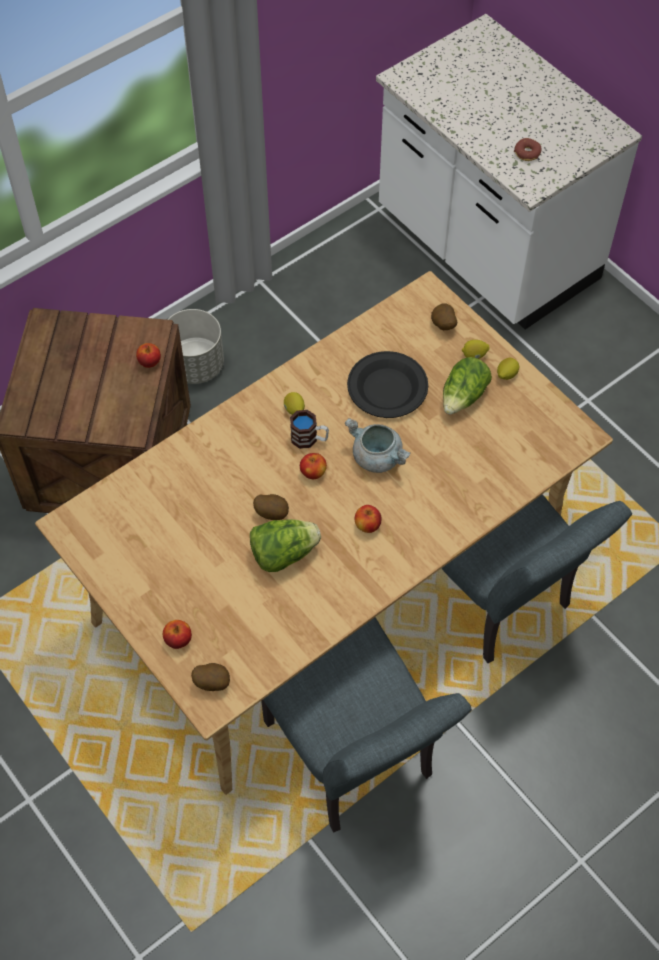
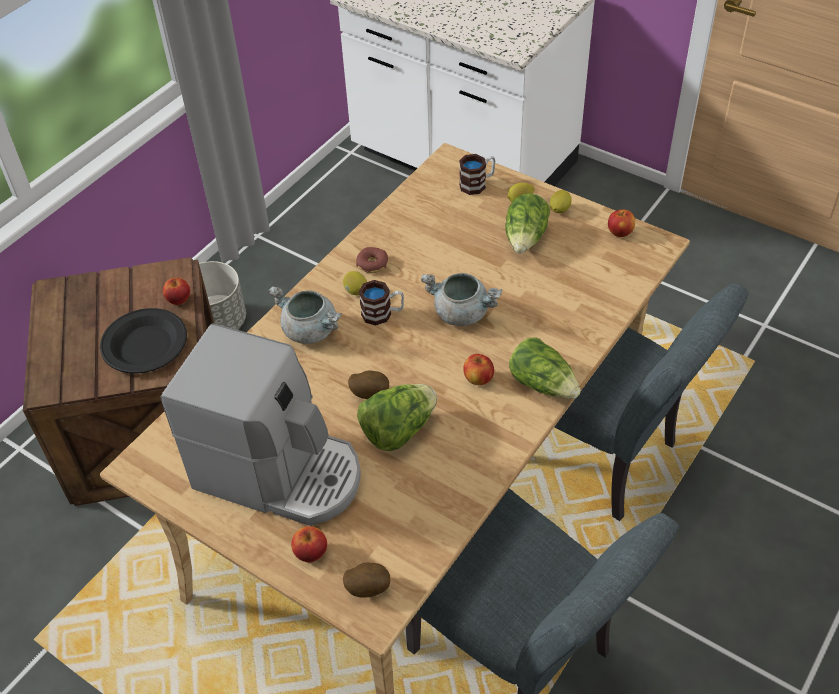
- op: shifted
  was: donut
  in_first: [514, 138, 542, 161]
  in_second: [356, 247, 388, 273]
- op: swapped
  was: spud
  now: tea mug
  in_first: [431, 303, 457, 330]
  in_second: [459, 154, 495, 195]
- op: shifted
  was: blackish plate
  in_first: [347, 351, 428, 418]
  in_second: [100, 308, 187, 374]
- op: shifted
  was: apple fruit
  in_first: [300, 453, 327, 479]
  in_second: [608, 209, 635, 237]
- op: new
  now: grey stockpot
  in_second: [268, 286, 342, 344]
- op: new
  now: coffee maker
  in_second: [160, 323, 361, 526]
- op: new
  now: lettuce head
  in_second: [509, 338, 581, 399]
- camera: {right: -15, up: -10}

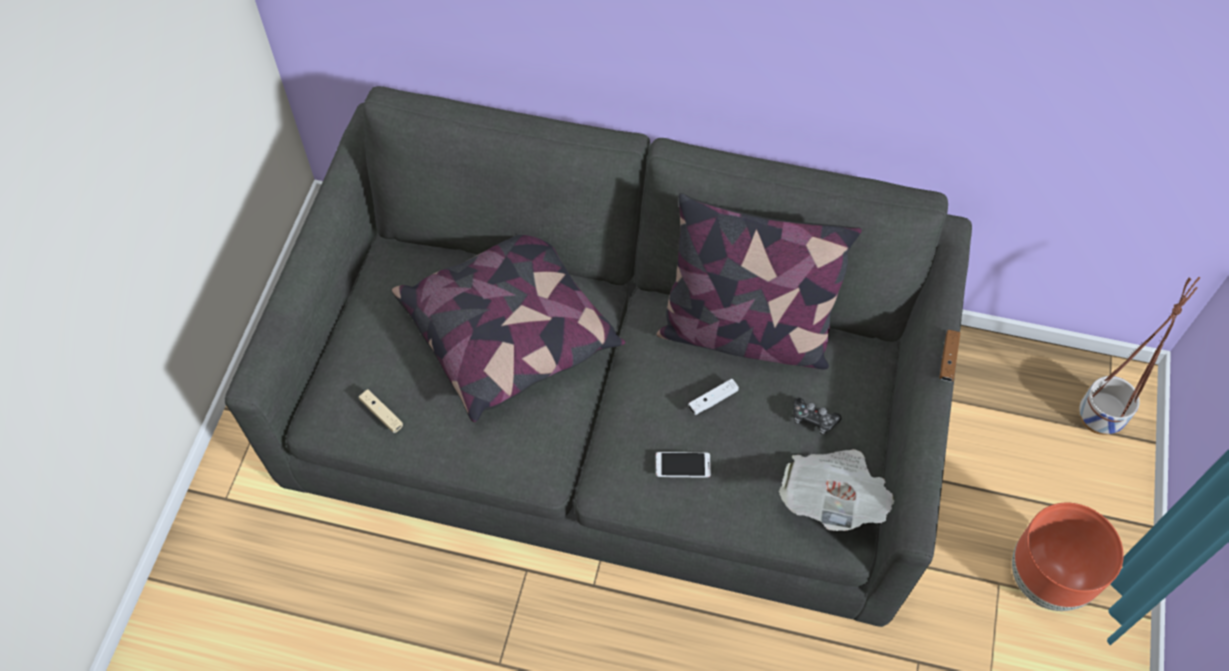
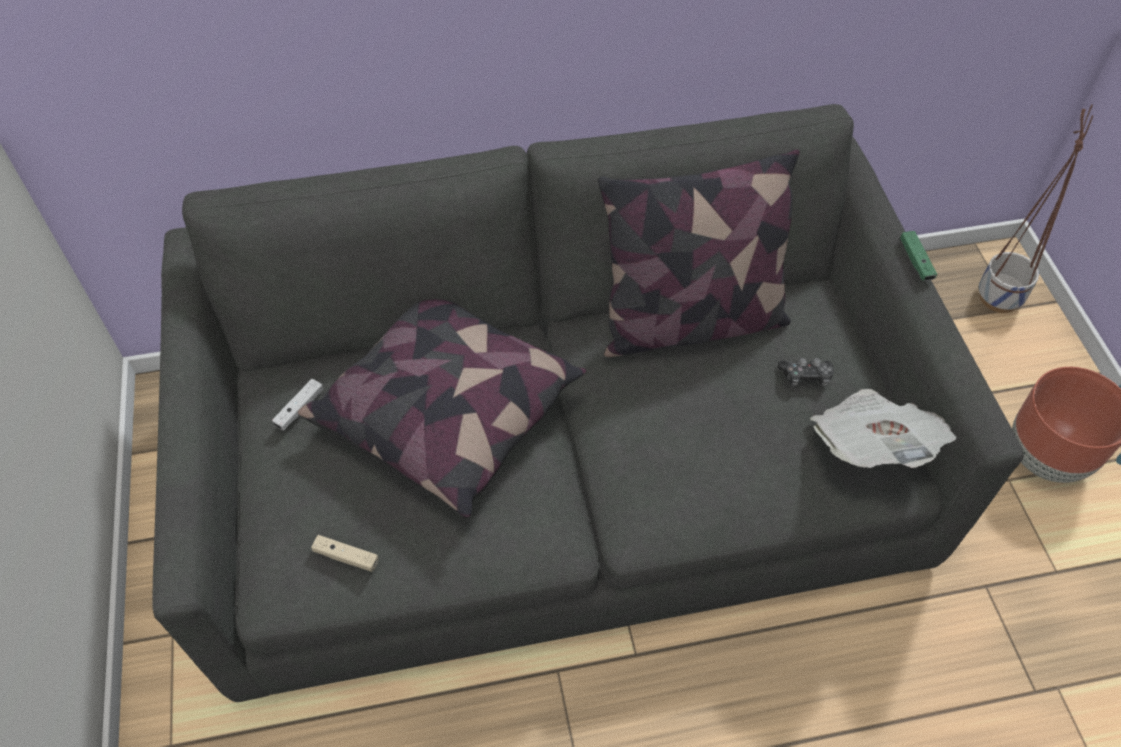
- op: repainted
  was: brown game controller
  now: green-coloured game controller
  in_first: [939, 330, 960, 381]
  in_second: [900, 231, 937, 281]
- op: shifted
  was: whitish game controller
  in_first: [688, 379, 739, 415]
  in_second: [272, 379, 323, 430]
- op: gone
  was: phone
  in_first: [656, 452, 711, 478]
- camera: {right: -25, up: -5}

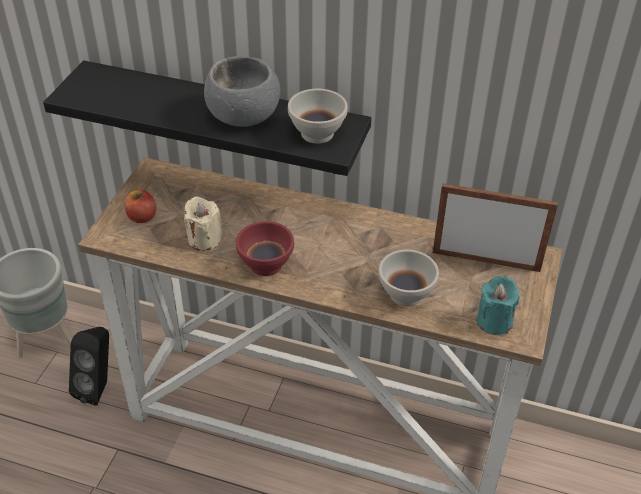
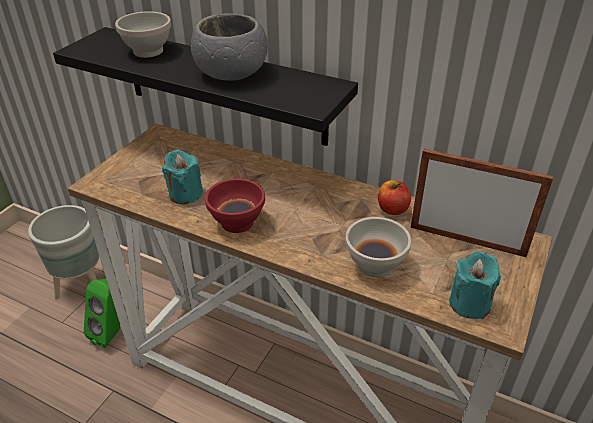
- op: shifted
  was: whitish serving bowl
  in_first: [288, 89, 348, 144]
  in_second: [115, 11, 171, 58]
- op: shifted
  was: apple fruit
  in_first: [124, 190, 156, 223]
  in_second: [378, 180, 411, 215]
- op: repainted
  was: beige wax candle
  now: turquoise wax candle
  in_first: [184, 196, 222, 251]
  in_second: [162, 149, 203, 204]
- op: repainted
  was: blackish loudspeaker
  now: green-coloured loudspeaker
  in_first: [69, 327, 109, 406]
  in_second: [84, 279, 120, 348]
- camera: {right: 10, up: -5}

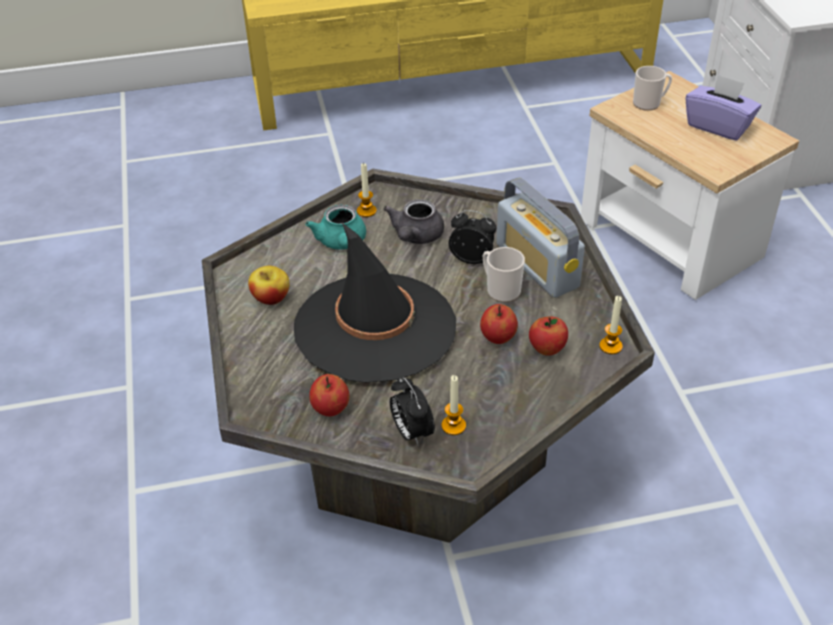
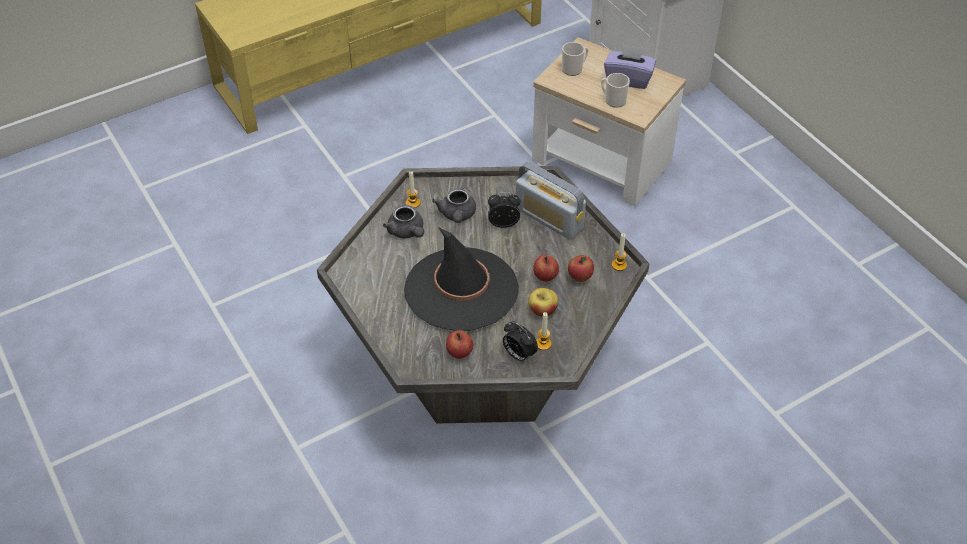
- op: repainted
  was: turquoise tea pot
  now: grey tea pot
  in_first: [305, 205, 366, 250]
  in_second: [383, 204, 424, 239]
- op: shifted
  was: tea mug
  in_first: [483, 247, 525, 303]
  in_second: [601, 73, 630, 108]
- op: shifted
  was: apple fruit
  in_first: [248, 266, 290, 305]
  in_second: [528, 288, 558, 317]
- camera: {right: -20, up: 5}

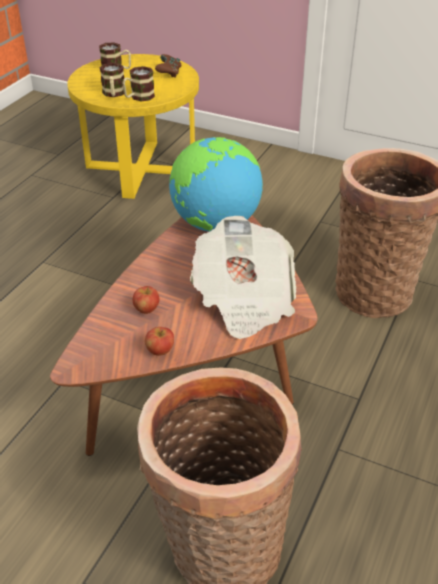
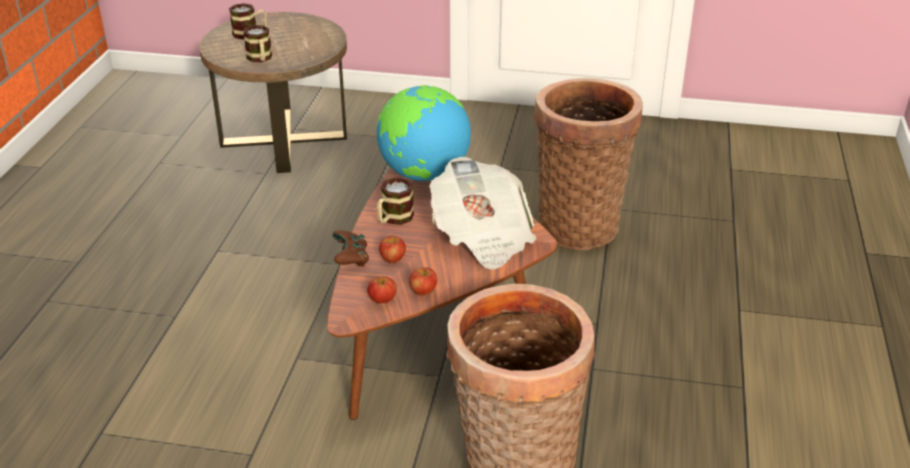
- op: repainted
  was: yellow-coloured accent table
  now: brown accent table
  in_first: [68, 54, 199, 199]
  in_second: [199, 12, 347, 173]
- op: shifted
  was: brown game controller
  in_first: [155, 54, 181, 78]
  in_second: [332, 230, 369, 267]
- op: shifted
  was: tea mug
  in_first: [122, 66, 155, 101]
  in_second: [377, 178, 414, 225]
- op: new
  now: apple fruit
  in_second: [367, 276, 397, 304]
- camera: {right: -15, up: -5}

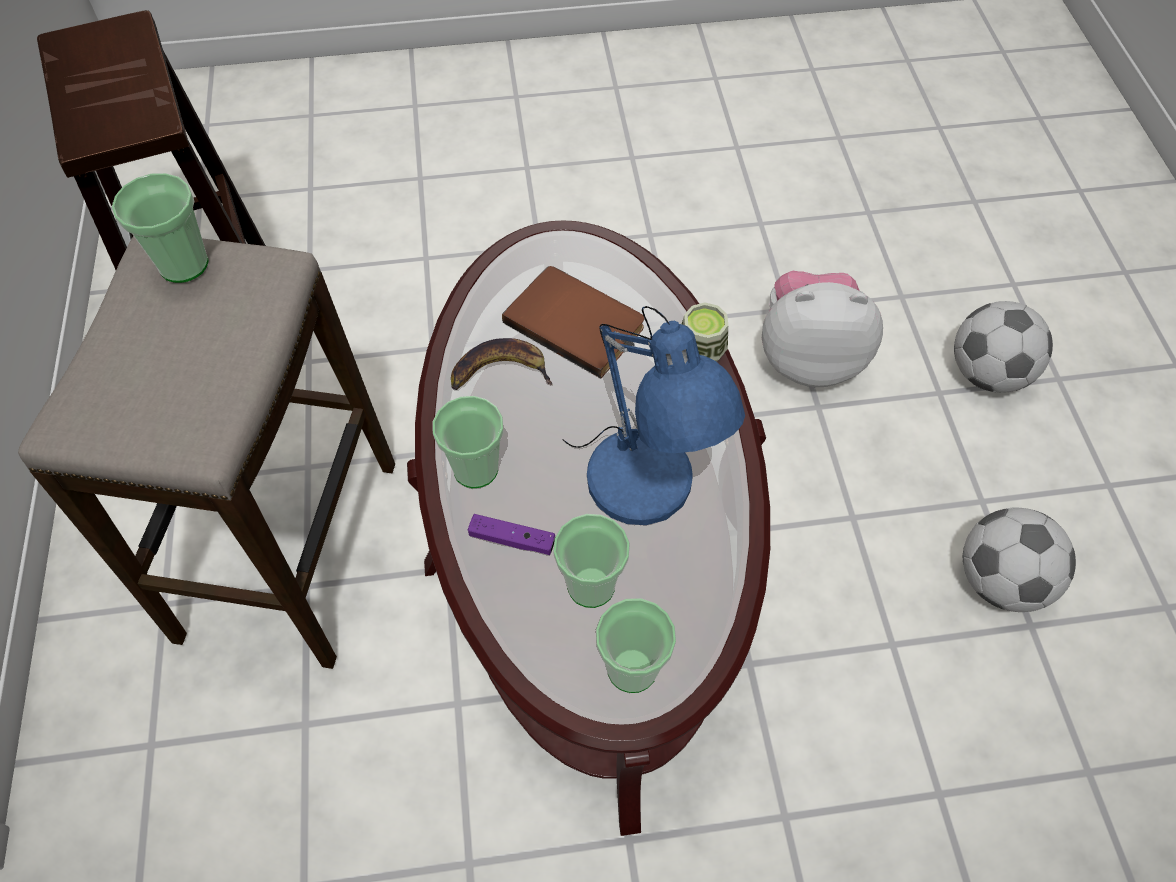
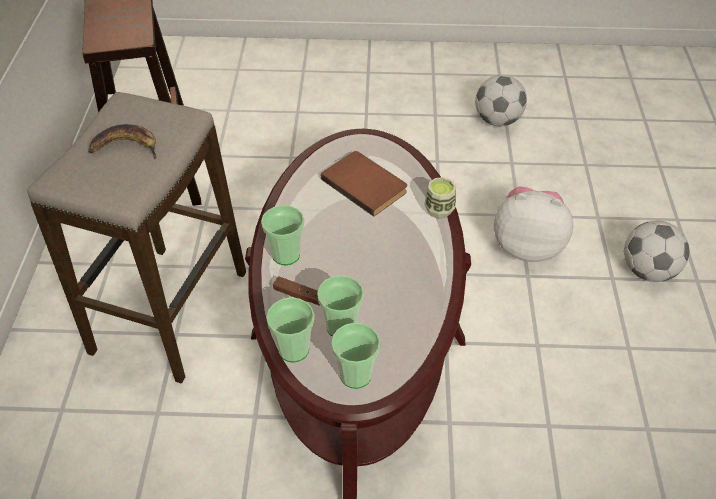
- op: shifted
  was: cup
  in_first: [112, 173, 209, 283]
  in_second: [266, 297, 314, 362]
- op: gone
  was: bluish lamp for a table
  in_first: [563, 306, 745, 525]
- op: shifted
  was: banana fruit
  in_first: [451, 338, 553, 390]
  in_second: [88, 124, 157, 159]
- op: shifted
  was: ball for football
  in_first: [963, 507, 1076, 612]
  in_second: [475, 75, 527, 126]
- op: repainted
  was: purple game controller
  now: brown game controller
  in_first: [468, 514, 555, 555]
  in_second: [273, 277, 320, 306]
- camera: {right: 10, up: -10}

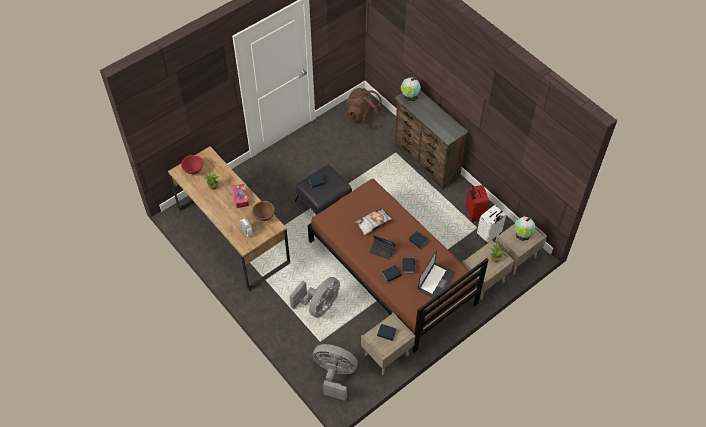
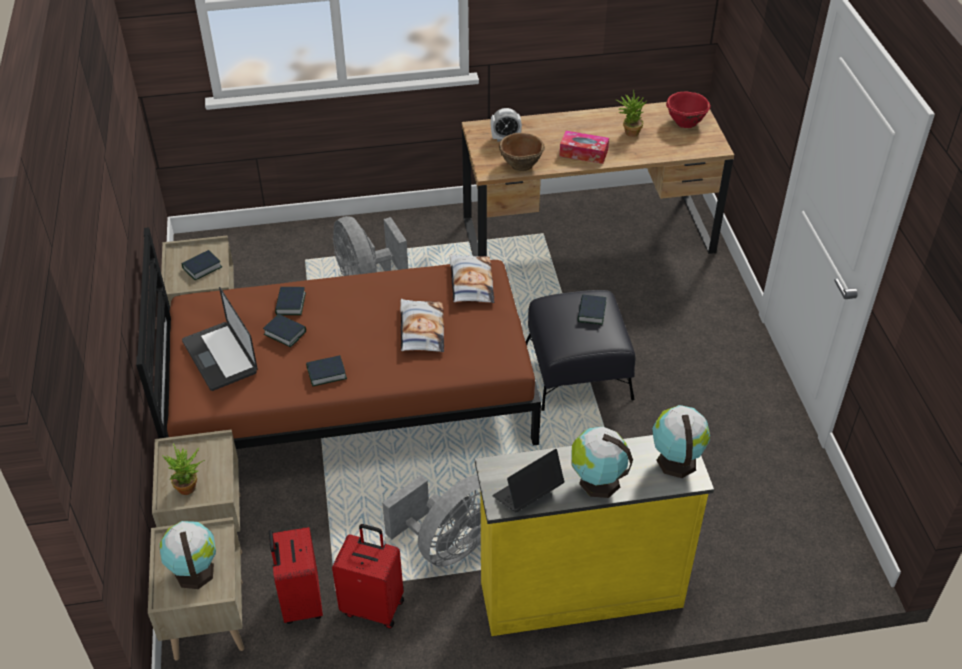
- op: gone
  was: brown rucksack
  in_first: [345, 88, 384, 129]
- op: repainted
  was: brown dresser
  now: yellow-coloured dresser
  in_first: [394, 90, 469, 189]
  in_second: [475, 435, 714, 636]
- op: repainted
  was: whitish travel case
  now: reddish travel case
  in_first: [477, 205, 506, 244]
  in_second: [269, 527, 323, 624]
- op: shifted
  was: portable computer
  in_first: [369, 235, 396, 260]
  in_second: [493, 449, 565, 512]
- op: shifted
  was: grey electric fan
  in_first: [313, 344, 357, 401]
  in_second: [382, 475, 481, 567]
- op: new
  now: cushion
  in_second: [450, 254, 494, 303]
- op: new
  now: world globe
  in_second: [571, 427, 633, 498]
- camera: {right: 120, up: -10}

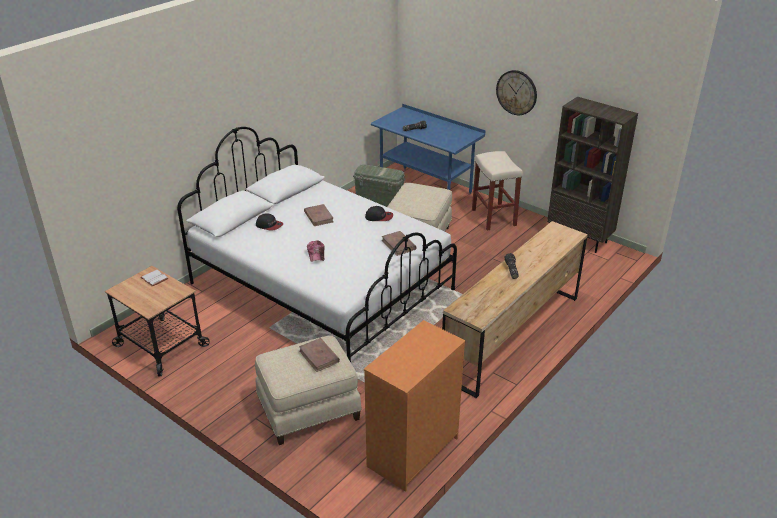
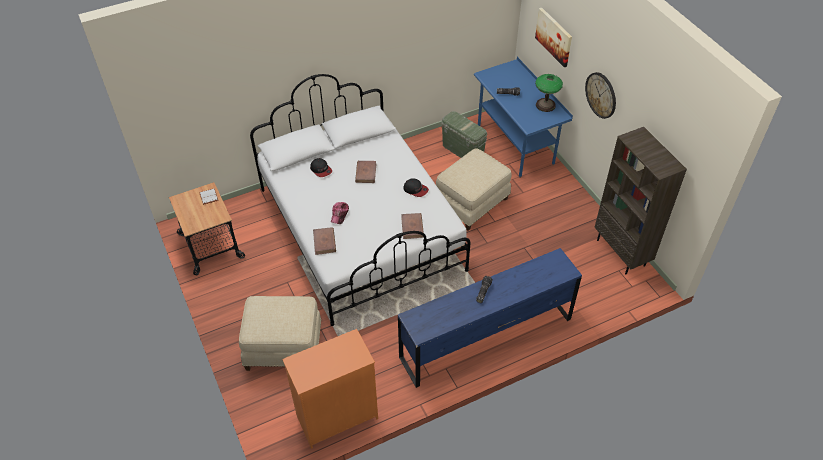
- op: gone
  was: beige stool
  in_first: [472, 151, 523, 231]
- op: repainted
  was: brown dresser
  now: bluish dresser
  in_first: [442, 221, 588, 398]
  in_second: [398, 248, 582, 388]
- op: shifted
  was: brown book
  in_first: [299, 338, 340, 372]
  in_second: [313, 227, 336, 255]
- op: new
  now: picture
  in_second: [535, 8, 572, 67]
- op: new
  now: lamp for a table
  in_second: [535, 74, 563, 112]
- camera: {right: 25, up: 15}

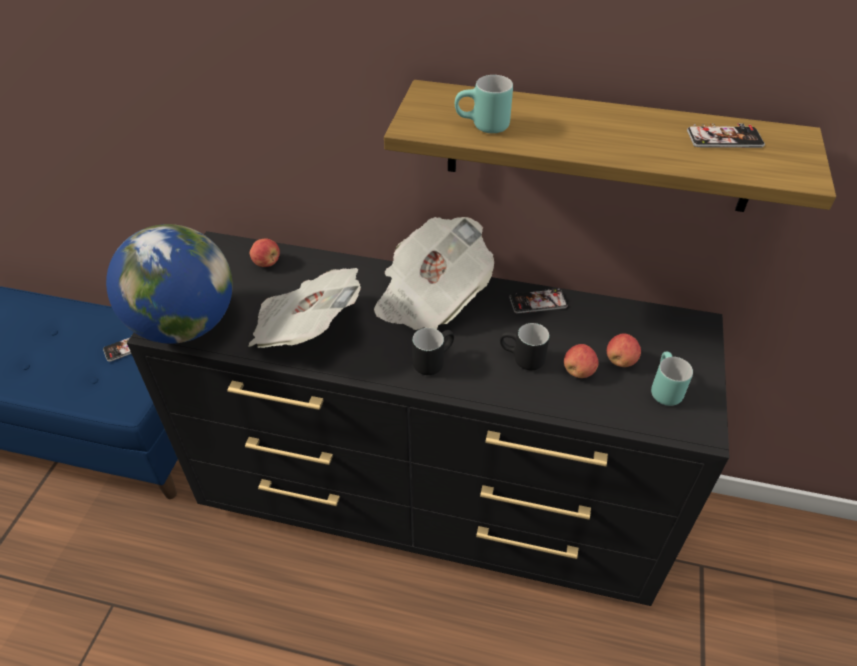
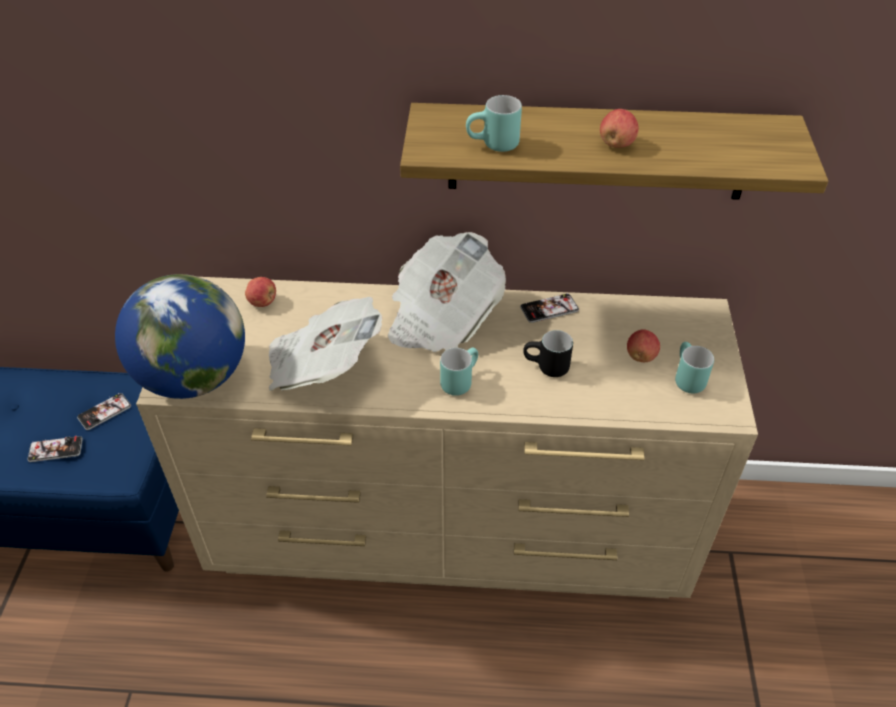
- op: shifted
  was: phone
  in_first: [687, 122, 765, 148]
  in_second: [27, 436, 83, 462]
- op: repainted
  was: blackish dresser
  now: beige dresser
  in_first: [127, 231, 729, 606]
  in_second: [136, 277, 758, 598]
- op: repainted
  was: blackish tea mug
  now: turquoise tea mug
  in_first: [412, 328, 454, 375]
  in_second: [440, 347, 478, 396]
- op: shifted
  was: apple fruit
  in_first: [564, 344, 599, 378]
  in_second: [600, 109, 639, 148]
- camera: {right: -10, up: 0}

